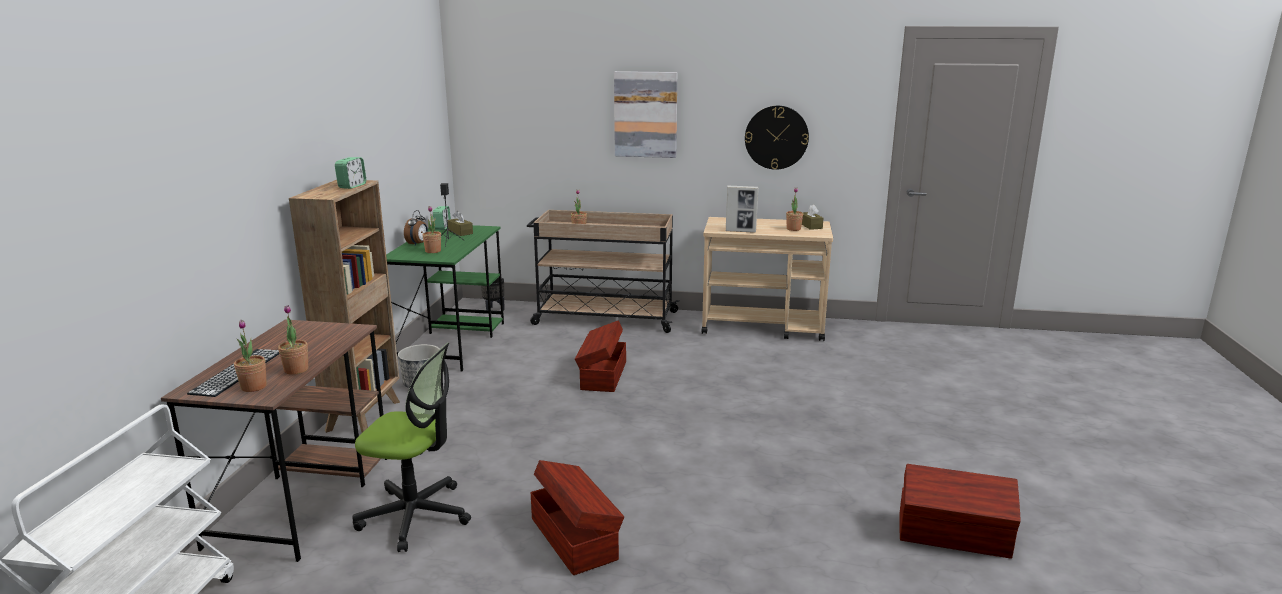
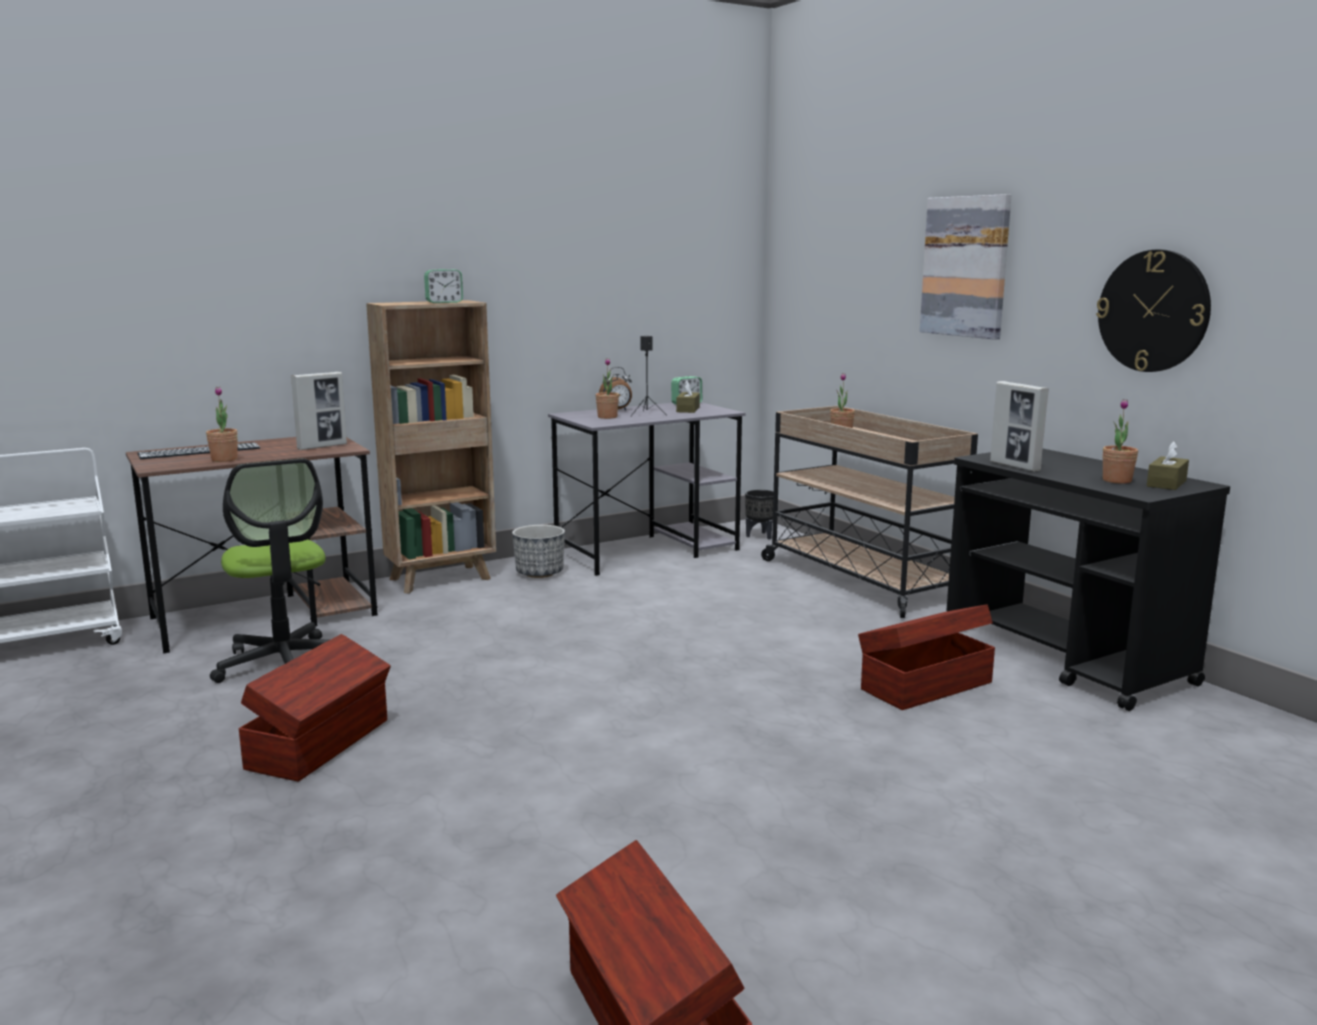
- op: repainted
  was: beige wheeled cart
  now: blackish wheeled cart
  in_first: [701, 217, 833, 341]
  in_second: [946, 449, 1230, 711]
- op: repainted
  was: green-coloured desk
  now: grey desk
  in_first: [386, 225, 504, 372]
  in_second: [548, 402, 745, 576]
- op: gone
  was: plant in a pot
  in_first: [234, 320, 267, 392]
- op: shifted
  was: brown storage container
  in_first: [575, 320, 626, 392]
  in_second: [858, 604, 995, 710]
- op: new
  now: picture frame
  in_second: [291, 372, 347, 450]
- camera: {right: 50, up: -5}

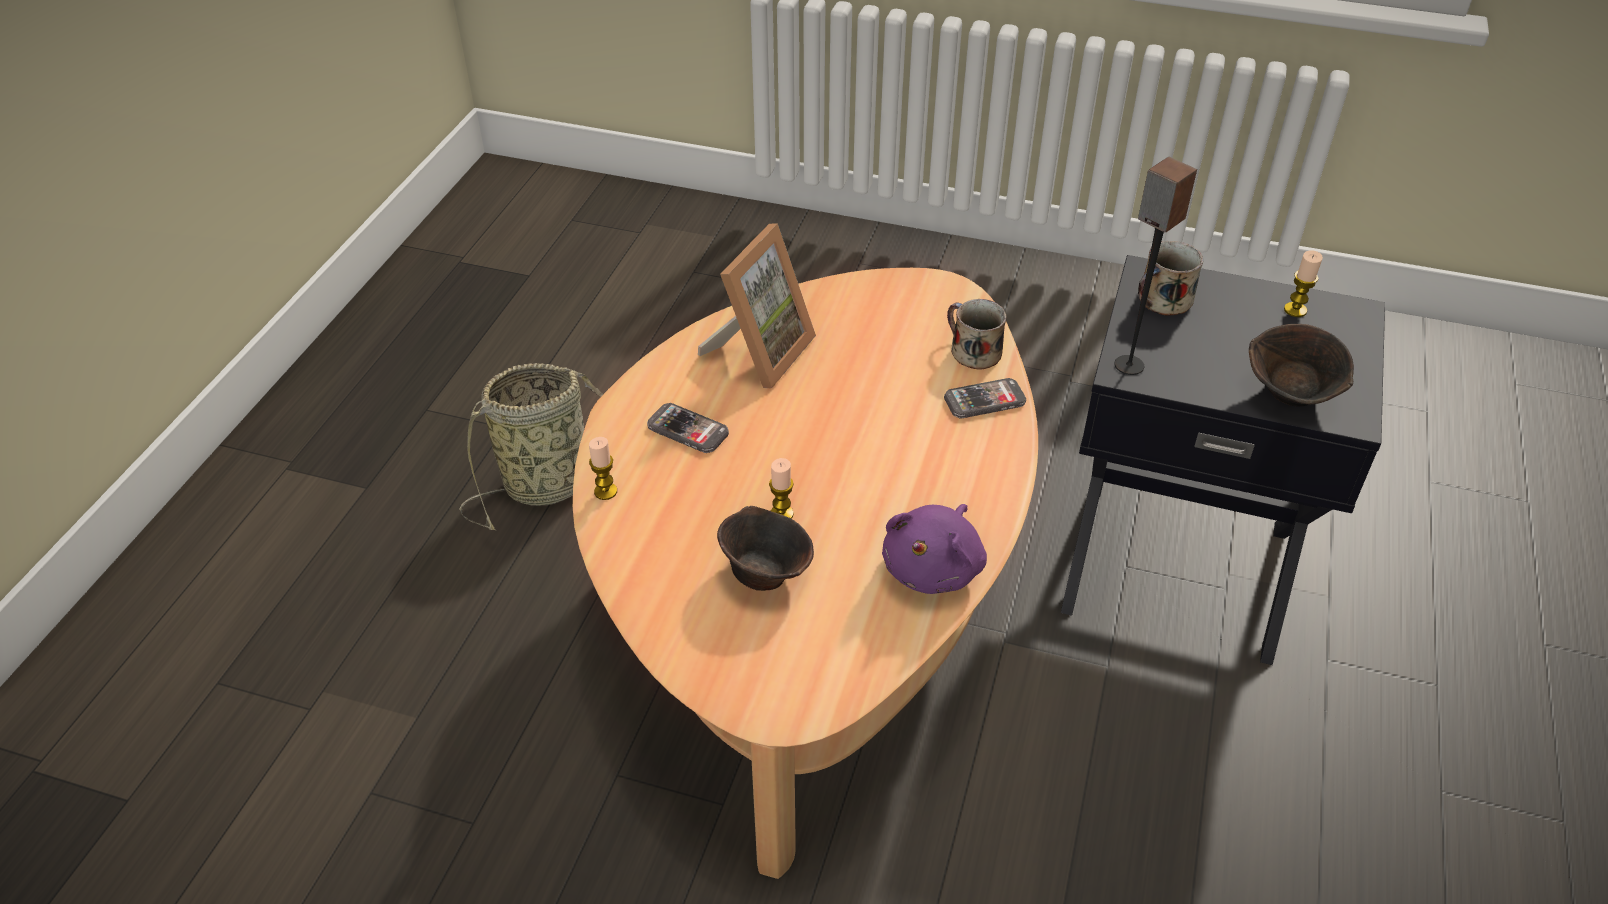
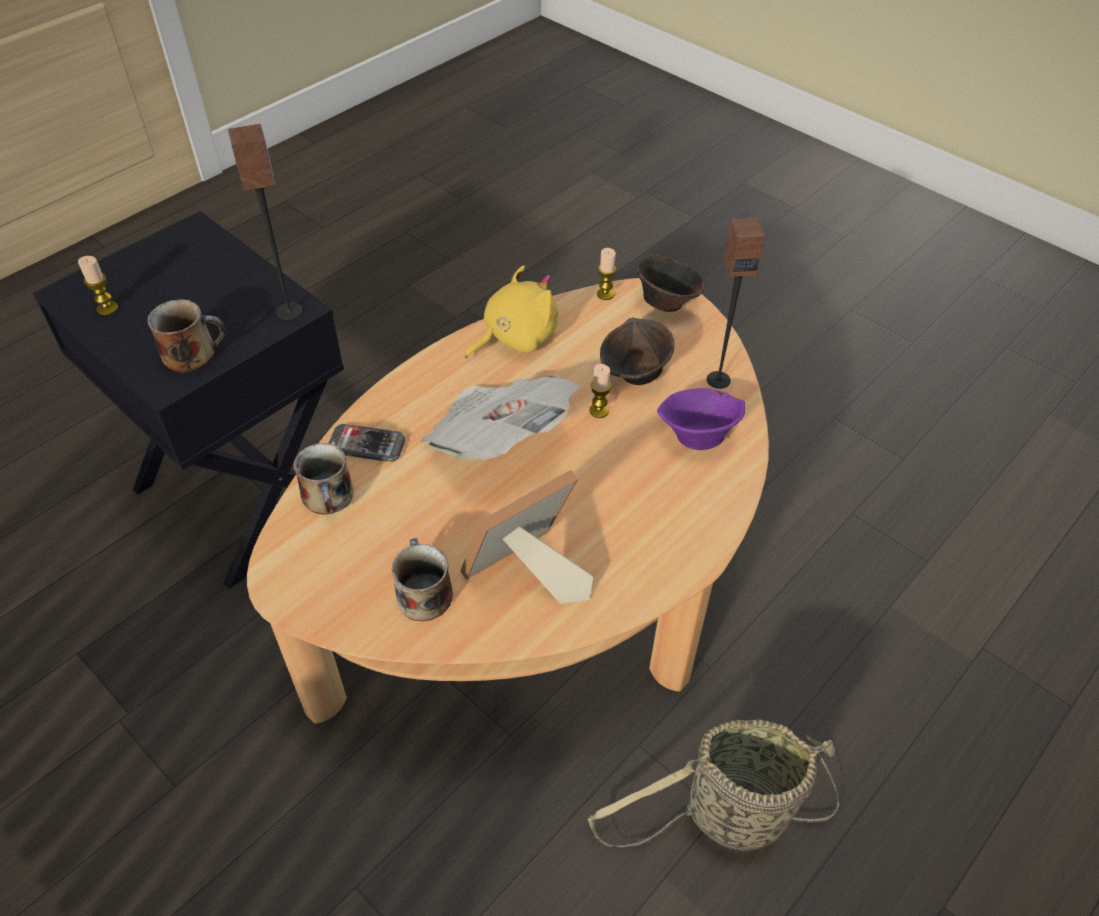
- op: shifted
  was: brown serving bowl
  in_first: [1249, 324, 1354, 407]
  in_second: [636, 254, 705, 312]
- op: gone
  was: phone
  in_first: [647, 403, 729, 453]
- op: shifted
  was: wax candle
  in_first: [589, 437, 617, 500]
  in_second: [597, 248, 616, 300]
- op: repainted
  was: purple plush toy
  now: yellow-coloured plush toy
  in_first: [882, 504, 987, 594]
  in_second: [465, 265, 558, 358]
- op: new
  now: loudspeaker
  in_second: [707, 218, 765, 389]
- op: new
  now: newspaper
  in_second: [421, 375, 579, 461]
- op: new
  now: purple serving bowl
  in_second: [657, 388, 745, 450]
- op: new
  now: tea mug
  in_second: [392, 538, 453, 621]
- camera: {right: -155, up: 5}

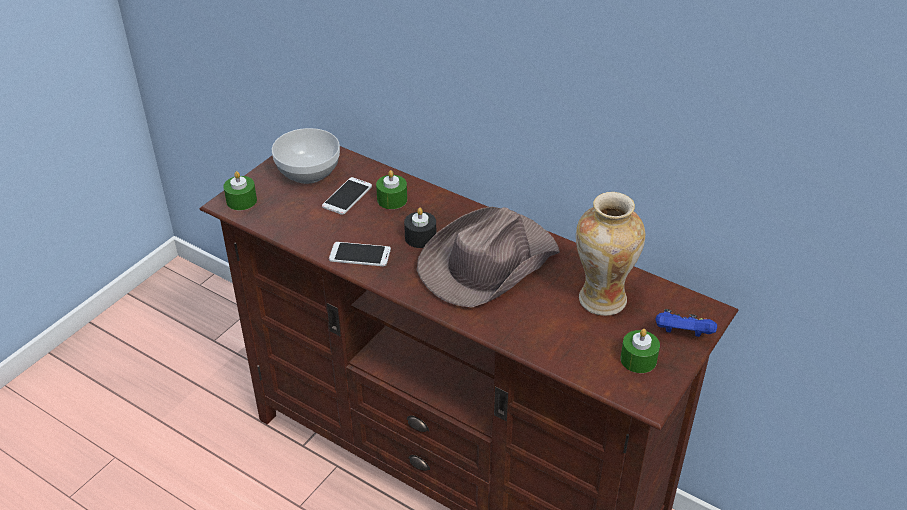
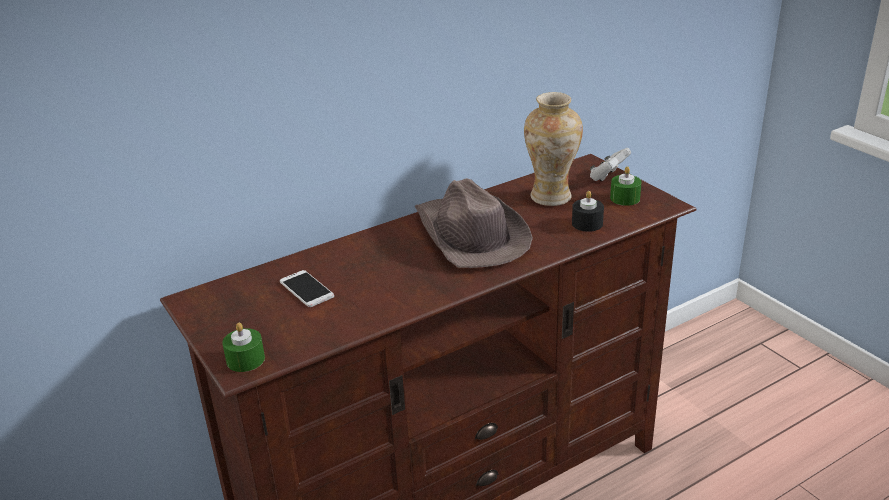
- op: gone
  was: serving bowl
  in_first: [272, 128, 340, 184]
- op: gone
  was: green-coloured wax candle
  in_first: [376, 170, 407, 209]
- op: shifted
  was: blackish wax candle
  in_first: [404, 208, 436, 248]
  in_second: [572, 191, 604, 232]
- op: gone
  was: phone
  in_first: [329, 242, 391, 266]
- op: repainted
  was: bluish game controller
  now: whitish game controller
  in_first: [656, 309, 717, 337]
  in_second: [590, 148, 631, 181]
- camera: {right: -65, up: -10}

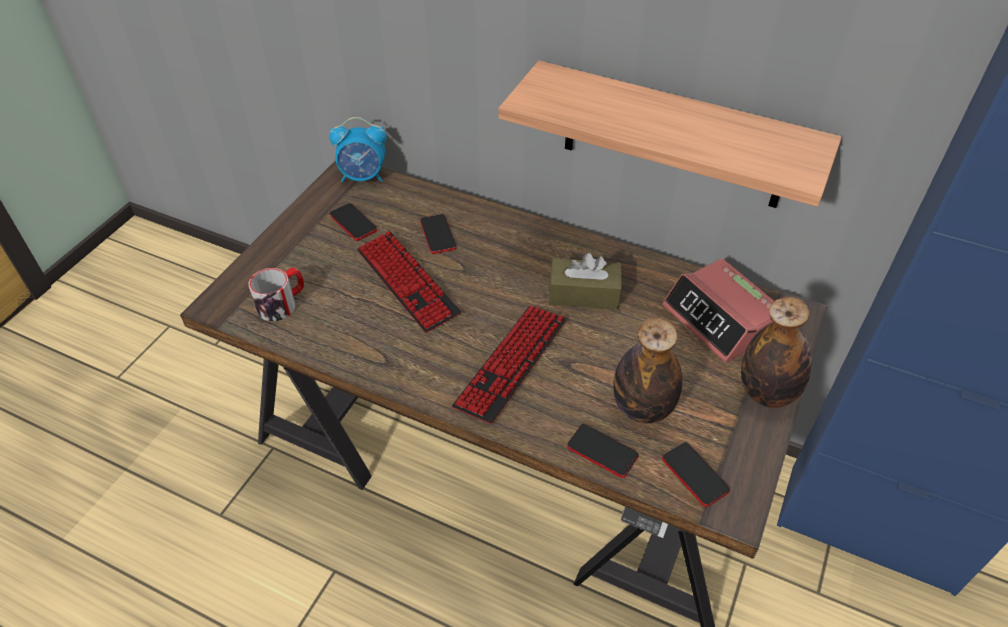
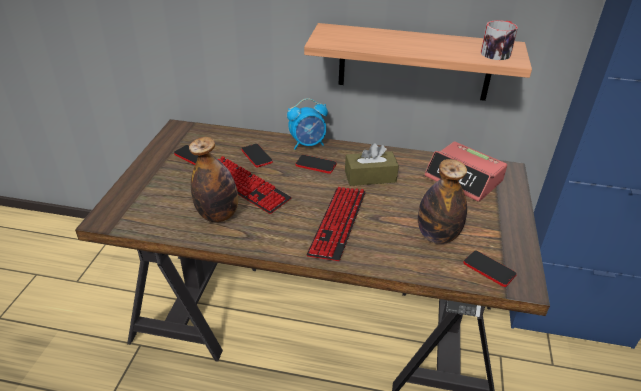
- op: shifted
  was: table clock
  in_first: [330, 117, 387, 183]
  in_second: [287, 98, 328, 150]
- op: shifted
  was: tea mug
  in_first: [249, 268, 304, 322]
  in_second: [481, 20, 518, 60]
- op: shifted
  was: beverage bottle
  in_first: [741, 297, 812, 408]
  in_second: [189, 137, 238, 223]
- op: shifted
  was: phone
  in_first: [567, 424, 639, 478]
  in_second: [295, 155, 337, 174]
- camera: {right: -15, up: -10}

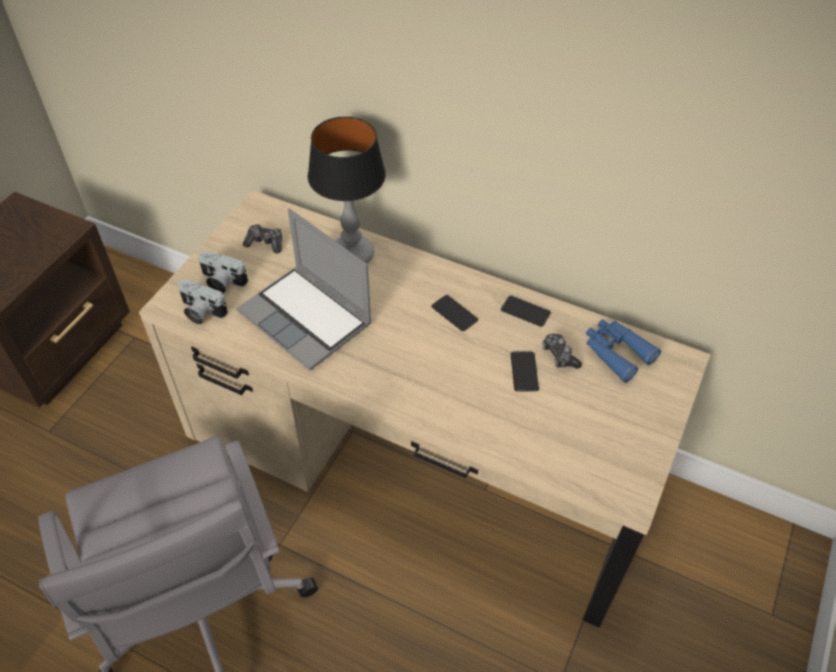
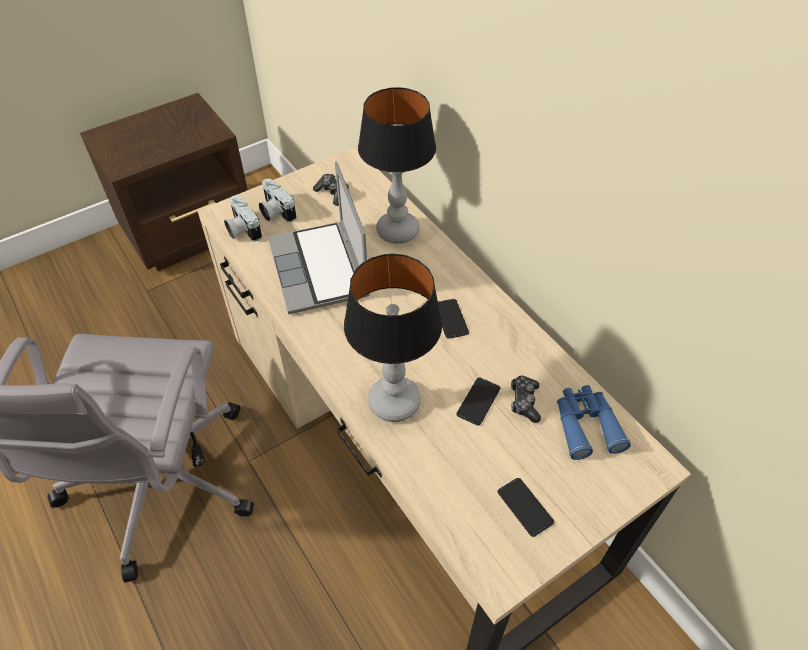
- op: shifted
  was: phone
  in_first: [501, 296, 551, 327]
  in_second: [498, 478, 554, 537]
- op: new
  now: lamp for a table
  in_second: [344, 254, 442, 422]
- camera: {right: 30, up: 0}

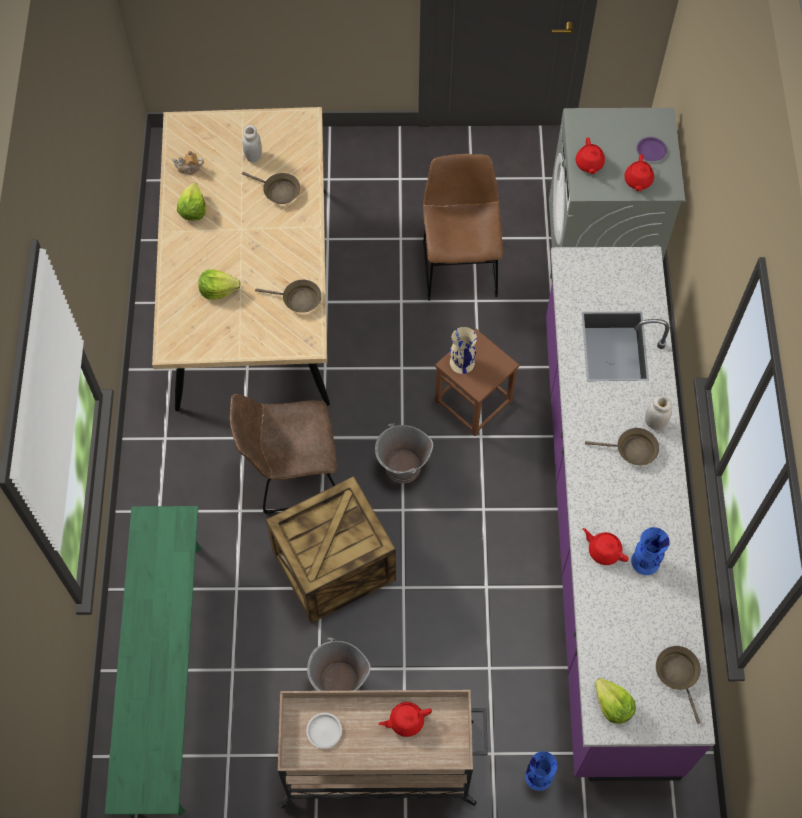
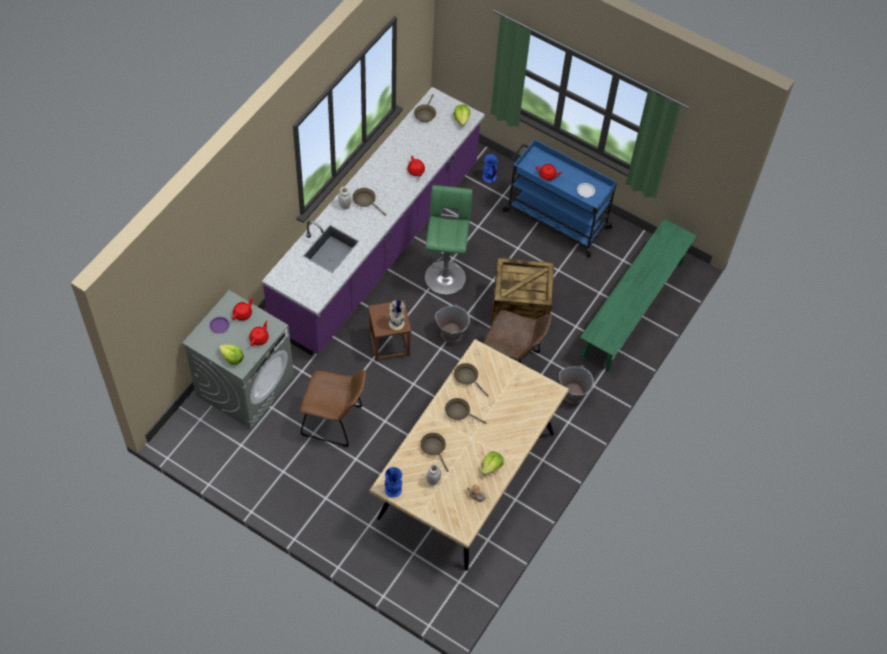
- op: rotated
  was: brown chair
  in_first: [423, 154, 503, 300]
  in_second: [300, 370, 366, 447]
  clockwise: -105
- op: shifted
  was: lettuce head
  in_first: [198, 269, 241, 300]
  in_second: [219, 345, 244, 365]
- op: shifted
  was: bluish decorative vase
  in_first: [631, 527, 670, 575]
  in_second: [385, 467, 402, 498]
- op: shifted
  was: grey bucket
  in_first: [307, 638, 371, 691]
  in_second: [559, 365, 594, 404]
- op: repainted
  was: beige wheeled cart
  now: bluish wheeled cart
  in_first: [276, 690, 488, 809]
  in_second: [503, 139, 617, 257]
- op: new
  now: green-coloured stool
  in_second: [425, 185, 473, 295]
- op: new
  now: brown skillet
  in_second: [445, 398, 487, 424]
- camera: {right: -150, up: -5}

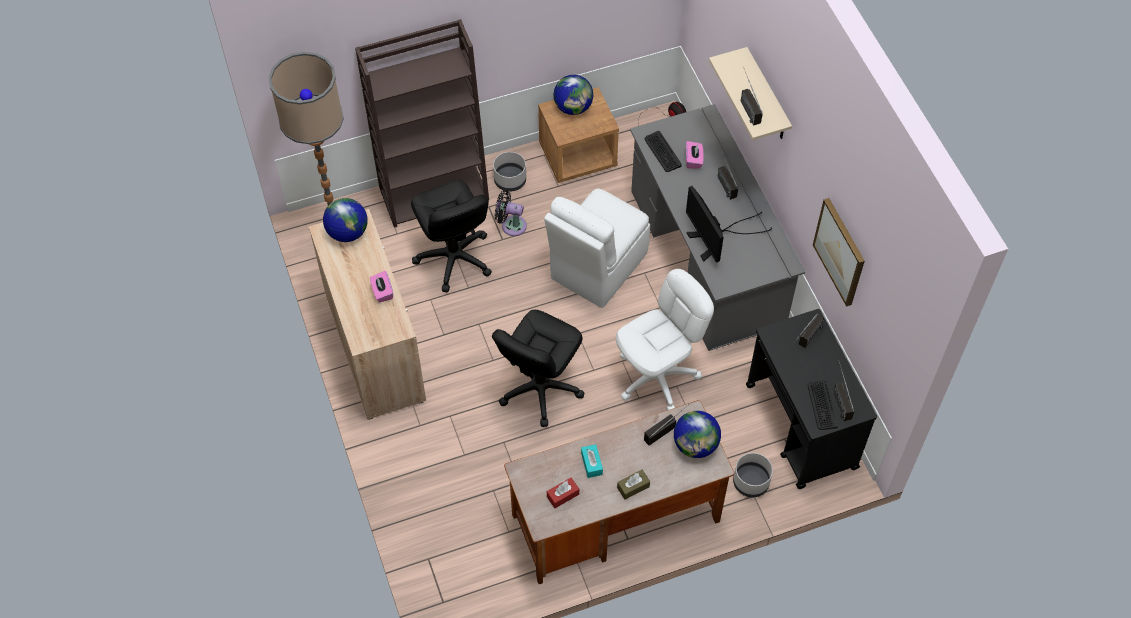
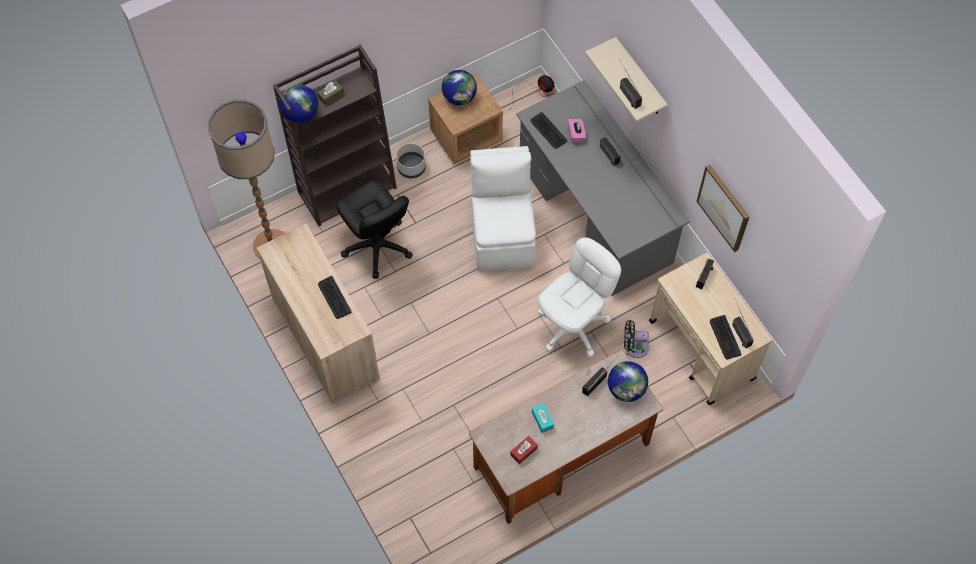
- op: gone
  was: computer display
  in_first: [686, 186, 772, 263]
- op: rotated
  was: whitish chair
  in_first: [544, 189, 650, 308]
  in_second: [470, 146, 536, 271]
  clockwise: 150
- op: shifted
  was: blackish electric fan
  in_first: [495, 190, 527, 236]
  in_second: [624, 320, 649, 358]
- op: shifted
  was: world globe
  in_first: [323, 198, 368, 242]
  in_second: [279, 84, 318, 123]
- op: swapped
  was: pink tissue box
  now: keyboard
  in_first: [370, 271, 393, 303]
  in_second: [318, 276, 351, 319]
- op: repainted
  was: blackish wheeled cart
  now: beige wheeled cart
  in_first: [746, 309, 877, 489]
  in_second: [649, 253, 772, 405]
- op: gone
  was: blackish desk chair
  in_first: [492, 310, 584, 427]
- op: gone
  was: grey plant pot
  in_first: [733, 453, 773, 497]
- op: shifted
  was: brown tissue box
  in_first: [617, 470, 650, 499]
  in_second: [317, 80, 344, 106]
- camera: {right: -10, up: 5}

